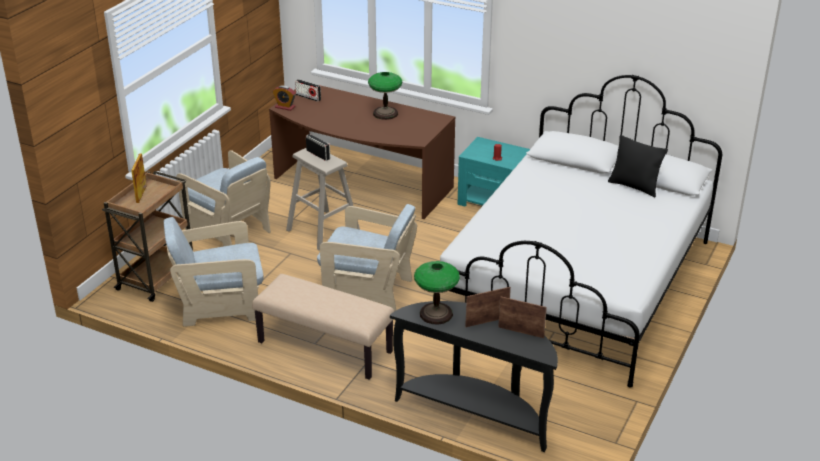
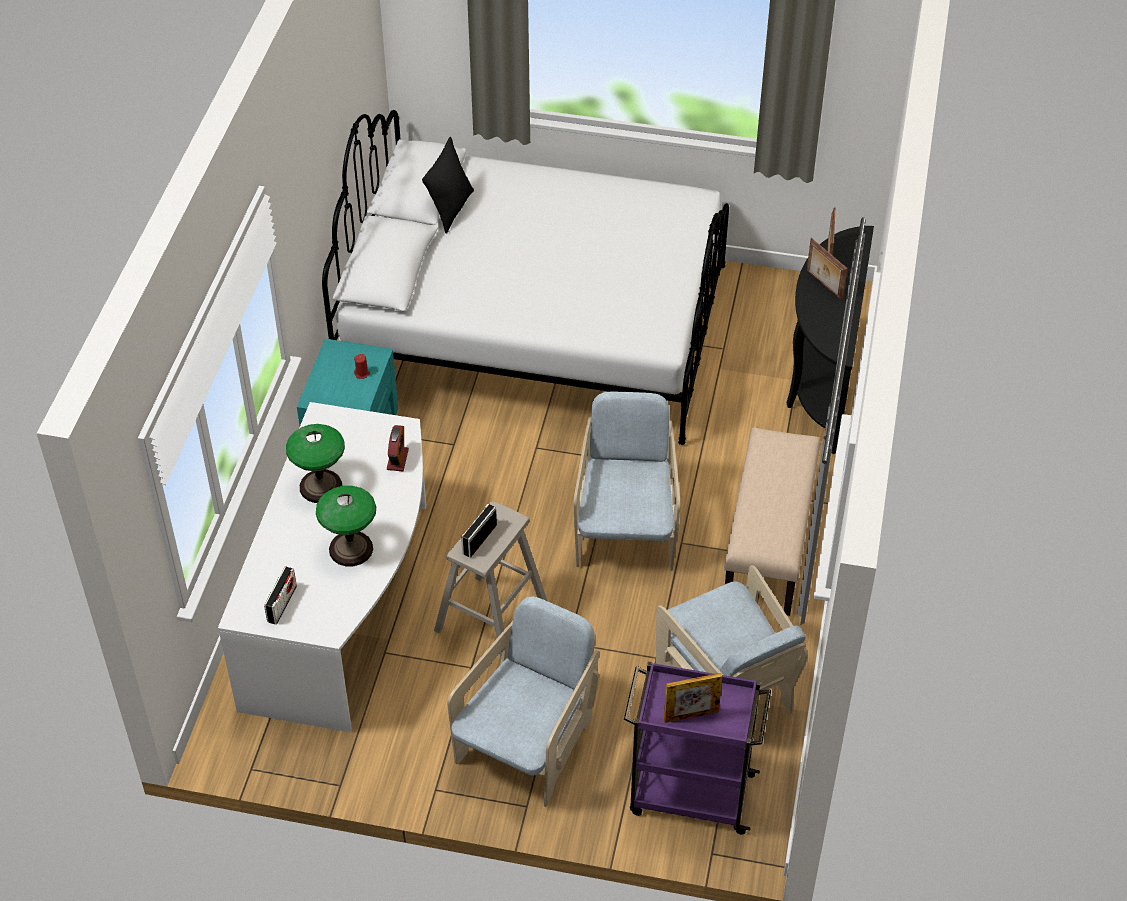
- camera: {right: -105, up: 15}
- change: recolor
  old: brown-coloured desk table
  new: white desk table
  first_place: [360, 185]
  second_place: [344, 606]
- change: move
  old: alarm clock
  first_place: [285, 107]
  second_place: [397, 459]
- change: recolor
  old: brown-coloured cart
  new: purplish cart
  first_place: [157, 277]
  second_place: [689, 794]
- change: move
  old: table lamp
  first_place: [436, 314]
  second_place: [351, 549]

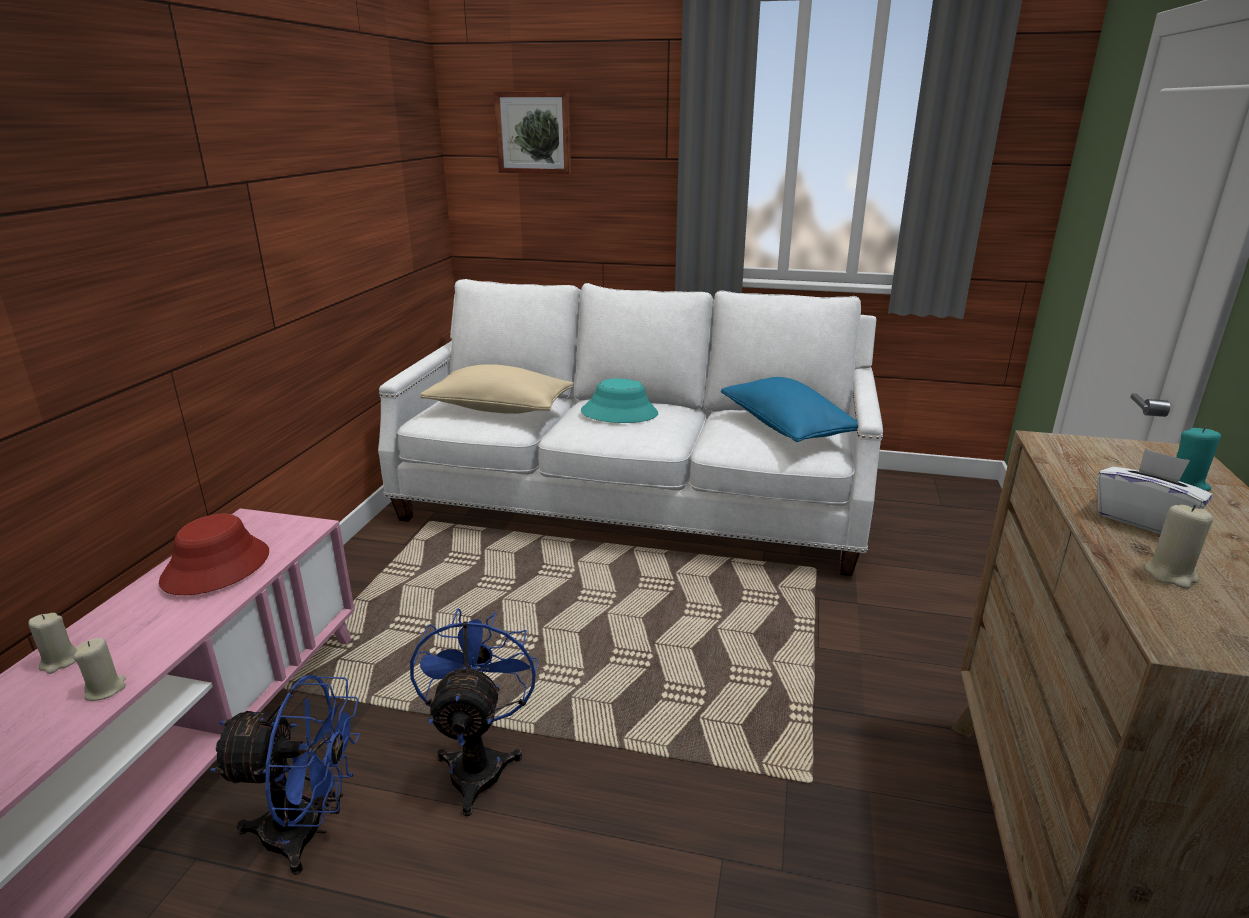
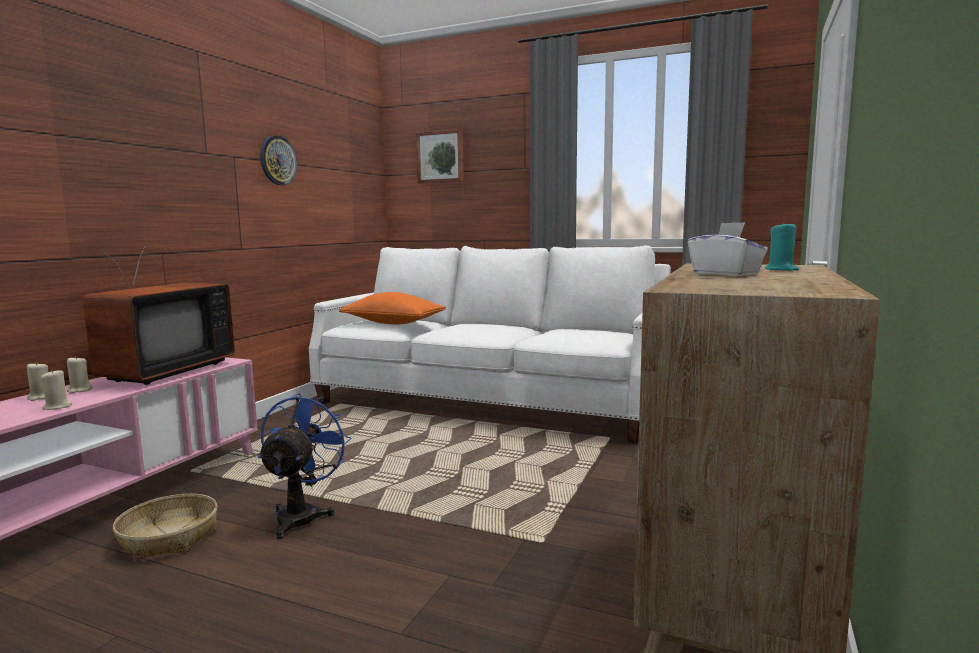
- camera: {right: 10, up: -15}
- change: recolor
  old: beige-coloured cushion
  new: orangey cushion
  first_place: [499, 409]
  second_place: [393, 323]
- change: delete
  old: blue-coloured cushion
  first_place: [786, 428]
- change: delete
  old: turquoise hat
  first_place: [619, 413]
- change: move
  old: beige-coloured wax candle
  first_place: [1171, 574]
  second_place: [79, 390]
- change: replace
  old: red-coloured hat
  new: television
  first_place: [216, 567]
  second_place: [161, 372]
- change: replace
  old: blue-coloured cooling fan
  new: household basket
  first_place: [308, 832]
  second_place: [169, 537]
- change: insert
  new: hanging clock
  second_place: [277, 160]

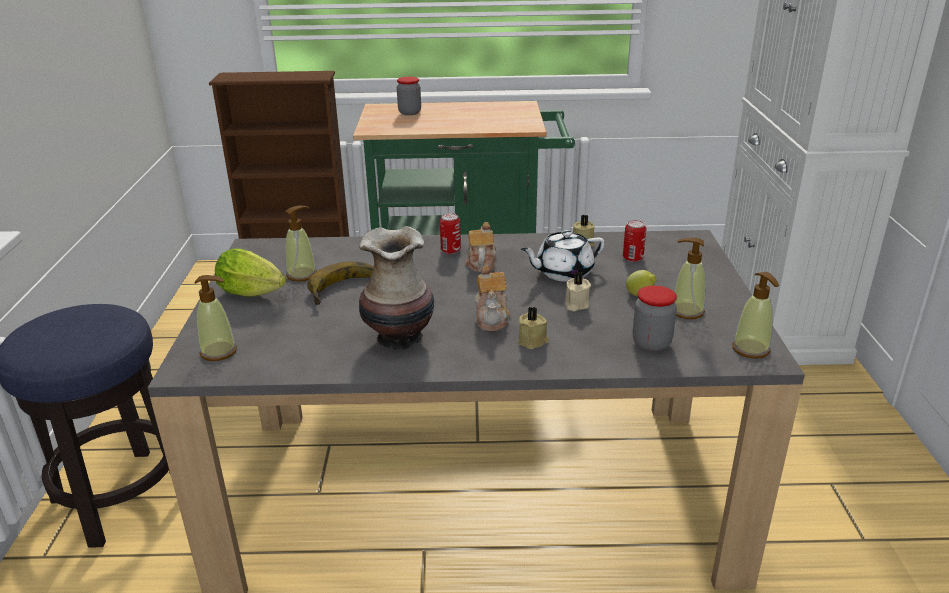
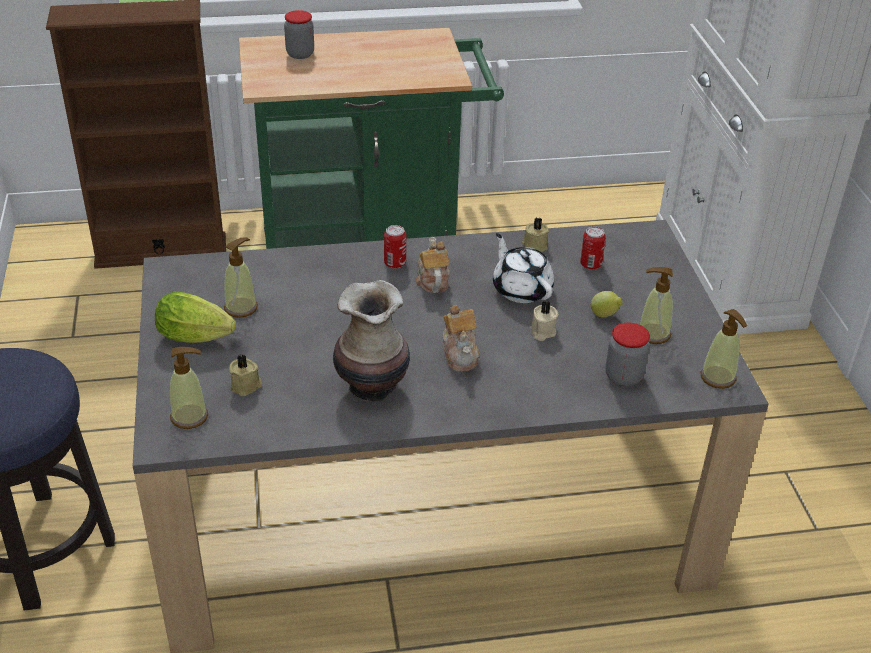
- camera: {right: -10, up: 10}
- change: rotate
  old: white teapot
  first_place: [563, 272]
  second_place: [521, 289]
  degrees: 90
- change: delete
  old: banana fruit
  first_place: [346, 289]
- change: move
  old: beige-coloured wax candle
  first_place: [533, 341]
  second_place: [246, 386]

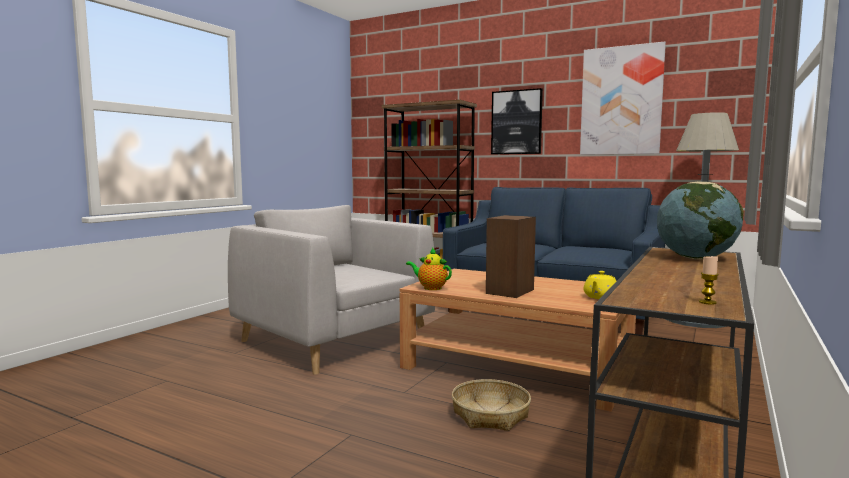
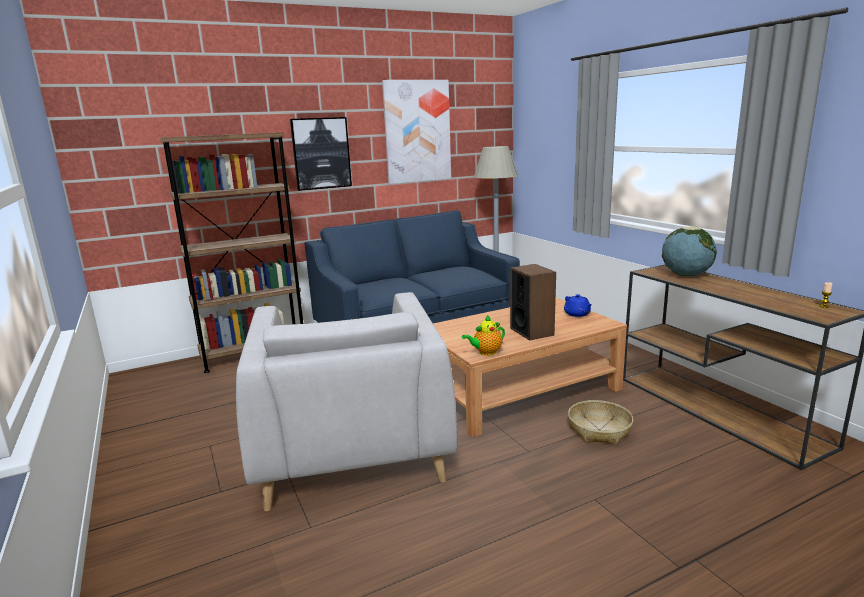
- camera: {right: -55, up: 10}
- change: rotate
  old: greyish armchair
  first_place: [334, 339]
  second_place: [352, 450]
  degrees: -90
- change: recolor
  old: yellow-coloured teapot
  new: blue-coloured teapot
  first_place: [600, 297]
  second_place: [577, 314]

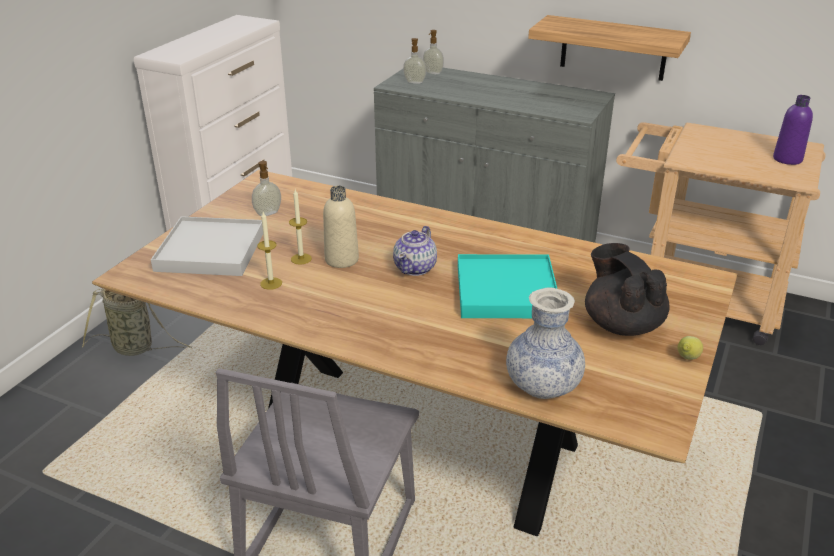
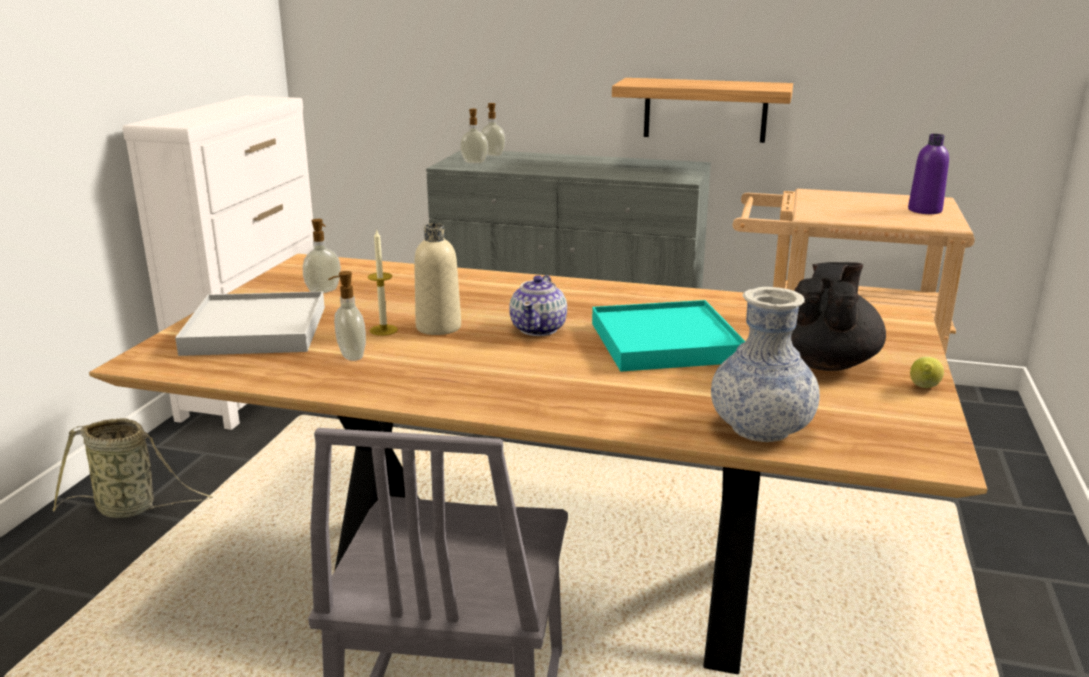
- camera: {right: -10, up: -10}
- change: replace
  old: wax candle
  new: soap dispenser
  first_place: [271, 283]
  second_place: [350, 356]
- change: rotate
  old: black teapot
  first_place: [622, 324]
  second_place: [825, 362]
  degrees: 60

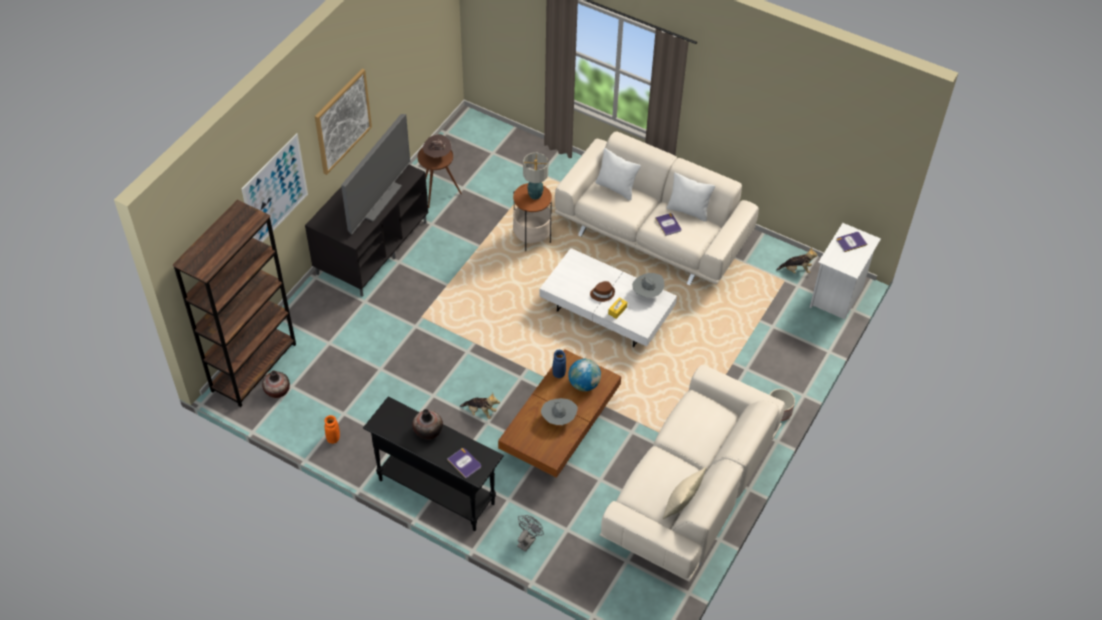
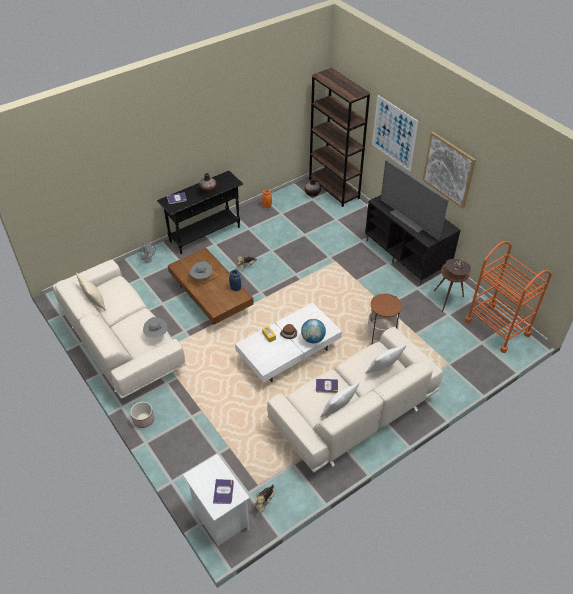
- camera: {right: 115, up: -5}
- change: delete
  old: table lamp
  first_place: [535, 195]
- change: move
  old: greyish hat
  first_place: [647, 293]
  second_place: [156, 334]
- change: move
  old: desk globe
  first_place: [584, 384]
  second_place: [313, 339]
- change: insert
  new: orangey cart
  second_place: [497, 327]

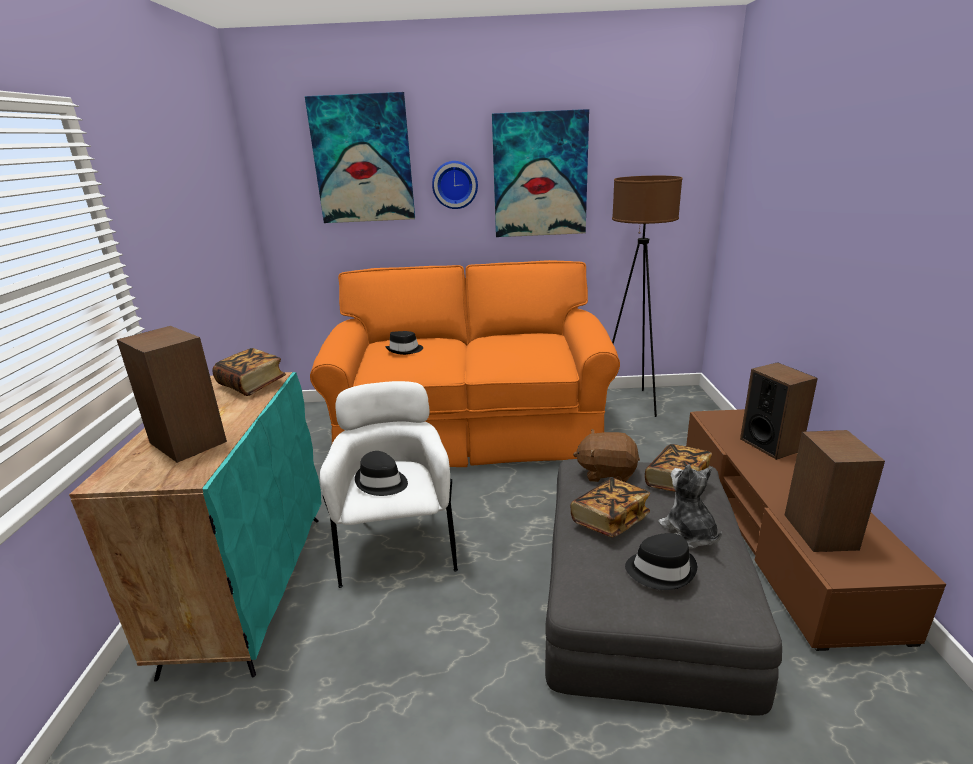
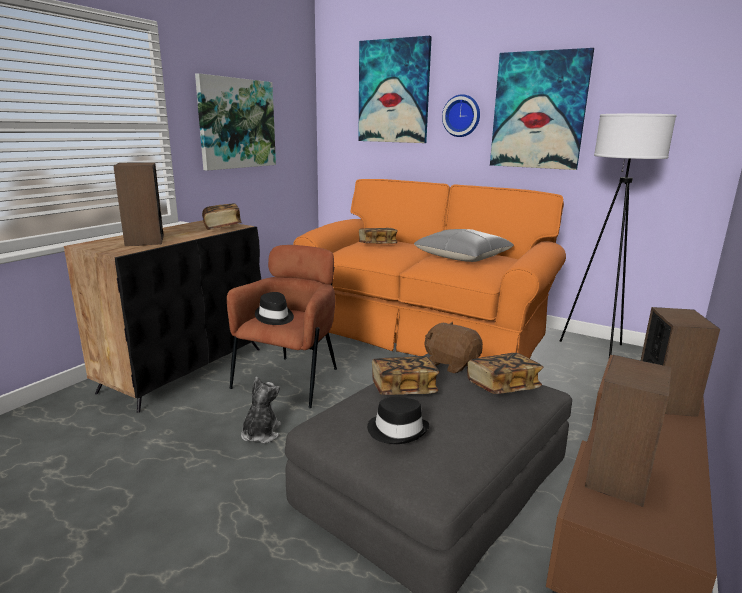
- camera: {right: 30, up: -5}
- change: recolor
  old: brown-coloured standing lamp
  new: white standing lamp
  first_place: [632, 403]
  second_place: [596, 351]
- change: replace
  old: black hat
  new: bound book
  first_place: [405, 350]
  second_place: [377, 245]
- change: recolor
  old: turquoise cabinet
  new: black cabinet
  first_place: [250, 586]
  second_place: [185, 369]
- change: recolor
  old: white armchair
  new: brown-coloured armchair
  first_place: [398, 545]
  second_place: [290, 380]
- change: move
  old: cuddly toy
  first_place: [688, 534]
  second_place: [260, 433]
- change: insert
  new: picture
  second_place: [237, 123]
- change: insert
  new: greyish cushion
  second_place: [462, 257]

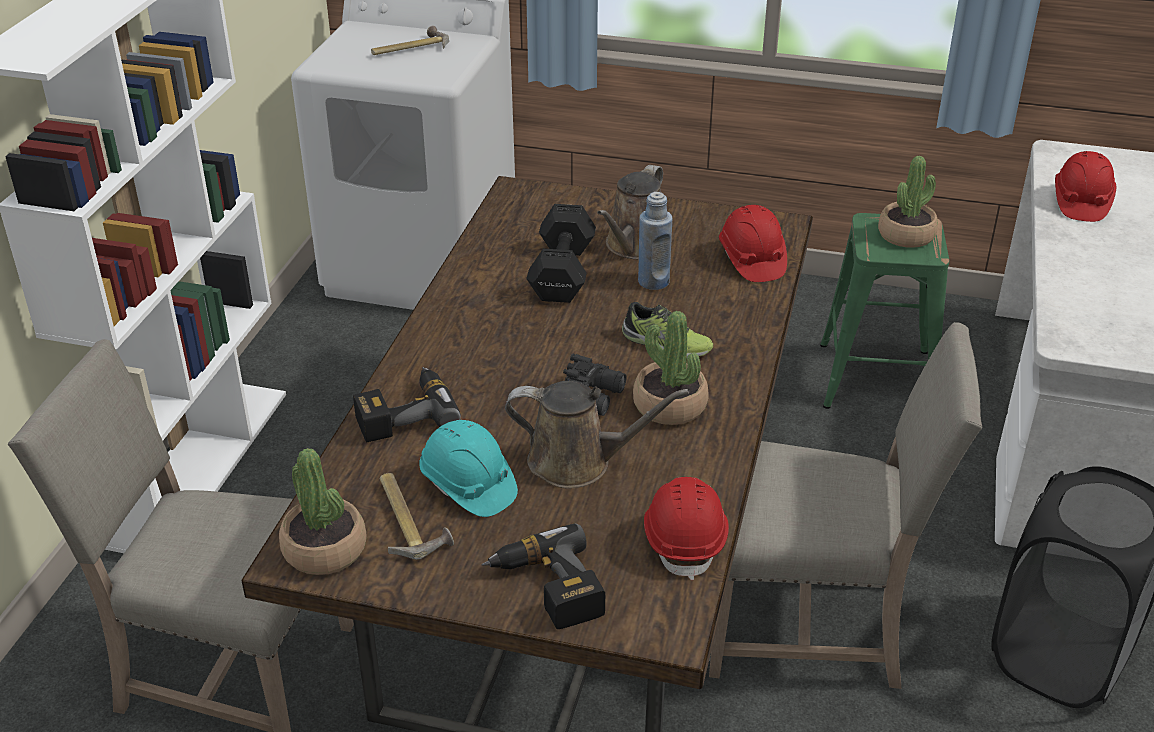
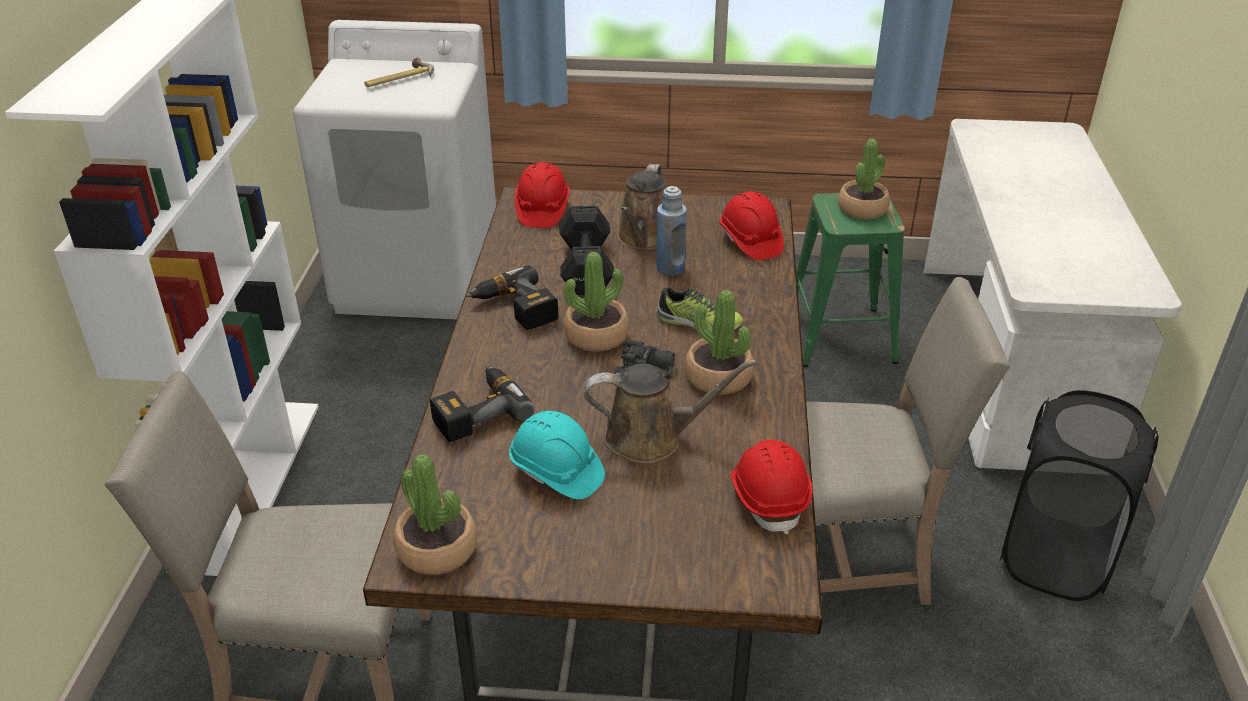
- camera: {right: -10, up: 0}
- change: move
  old: red-coloured work helmet
  first_place: [1080, 202]
  second_place: [542, 210]
- change: delete
  old: tool hammer
  first_place: [409, 519]
- change: move
  old: electric drill
  first_place: [547, 589]
  second_place: [514, 309]
- change: insert
  new: plant in a pot
  second_place: [596, 335]

